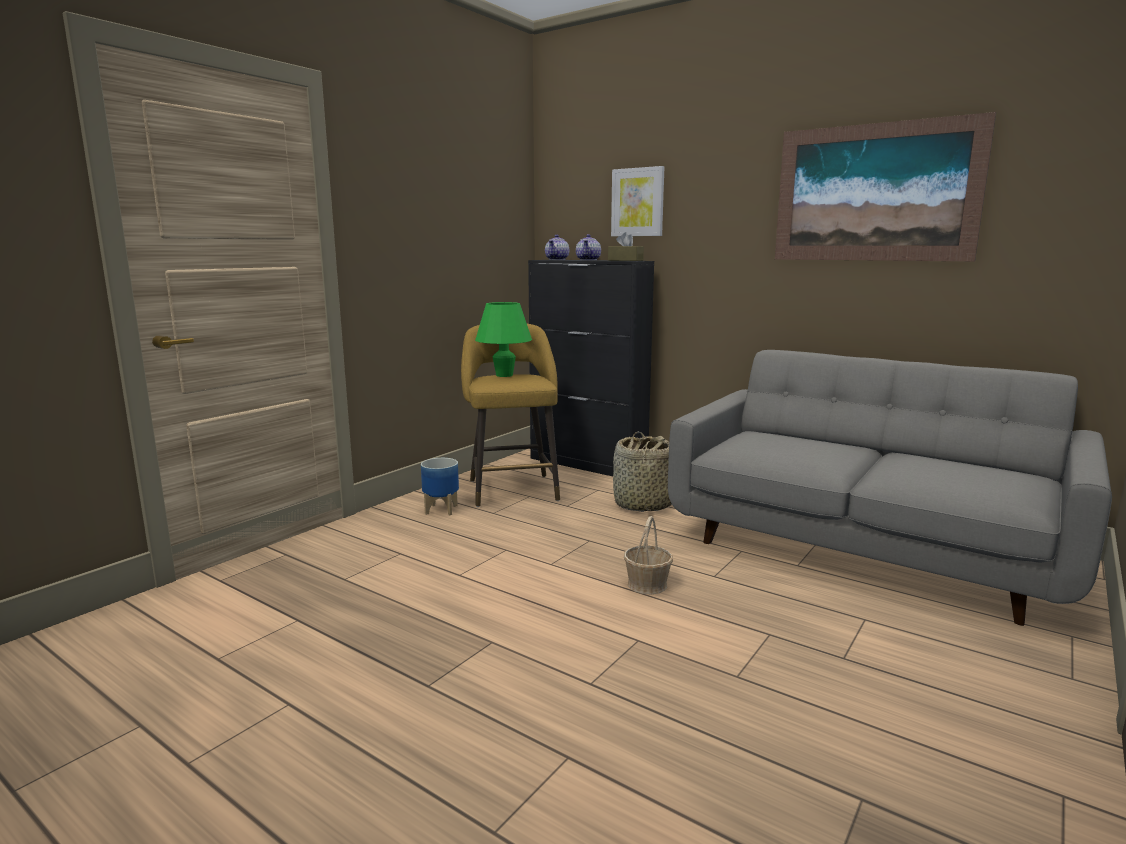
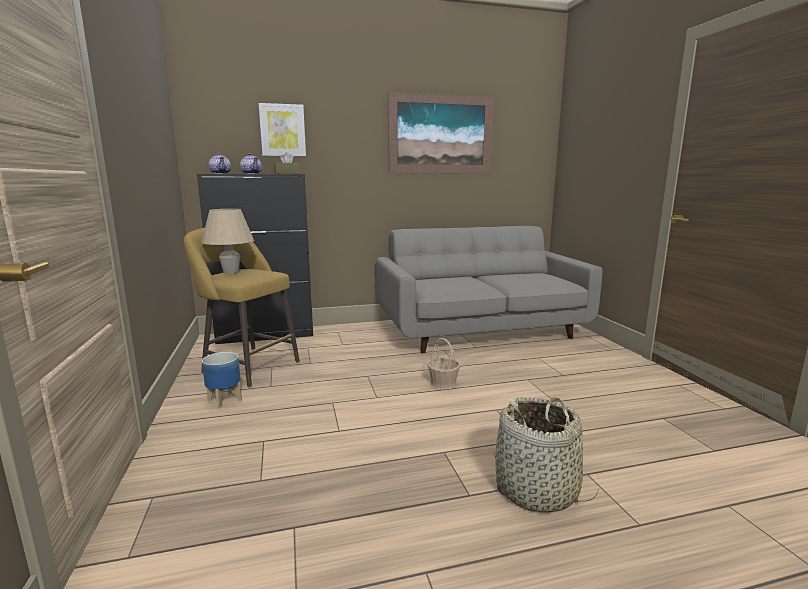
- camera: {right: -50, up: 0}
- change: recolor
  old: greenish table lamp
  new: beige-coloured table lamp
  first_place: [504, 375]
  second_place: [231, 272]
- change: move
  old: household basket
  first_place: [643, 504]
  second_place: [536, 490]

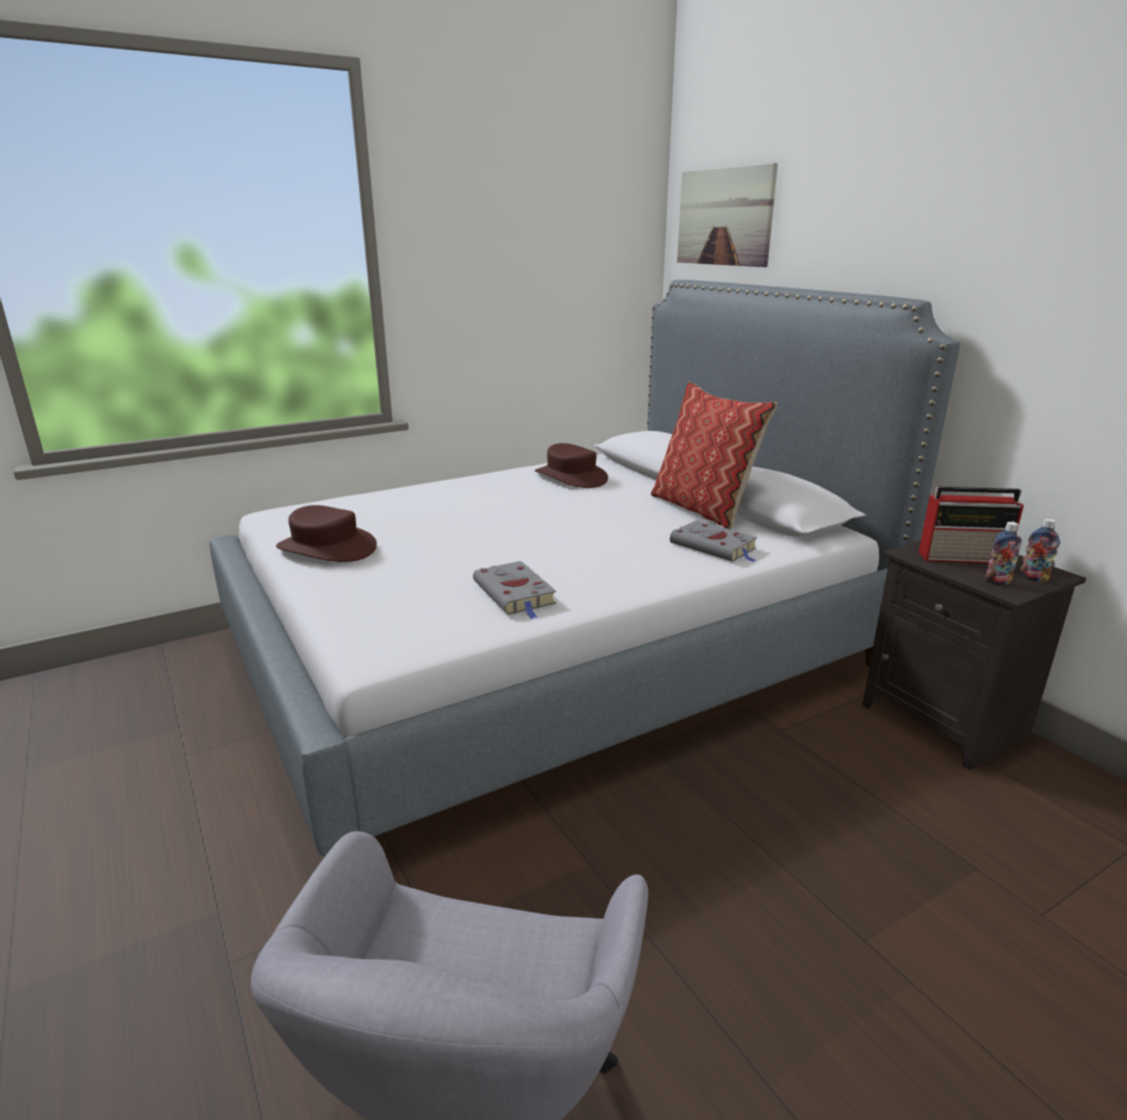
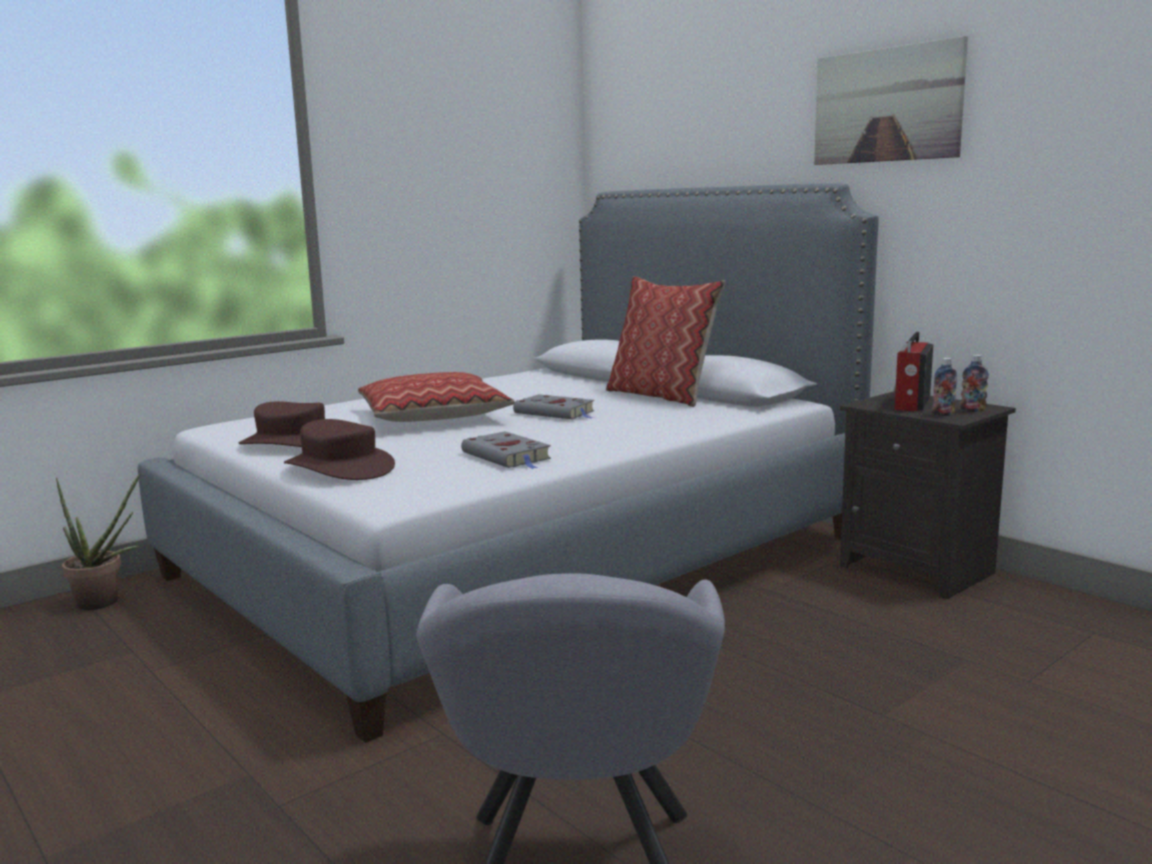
- camera: {right: -10, up: -10}
- change: move
  old: picture
  first_place: [724, 217]
  second_place: [886, 105]
- change: move
  old: brown-coloured hat
  first_place: [571, 477]
  second_place: [340, 467]
- change: rotate
  old: radio receiver
  first_place: [964, 557]
  second_place: [911, 403]
  degrees: 120
- change: move
  old: greyish bound book
  first_place: [715, 547]
  second_place: [556, 412]
- change: insert
  new: cushion
  second_place: [434, 416]
- change: insert
  new: plant in a pot
  second_place: [105, 603]

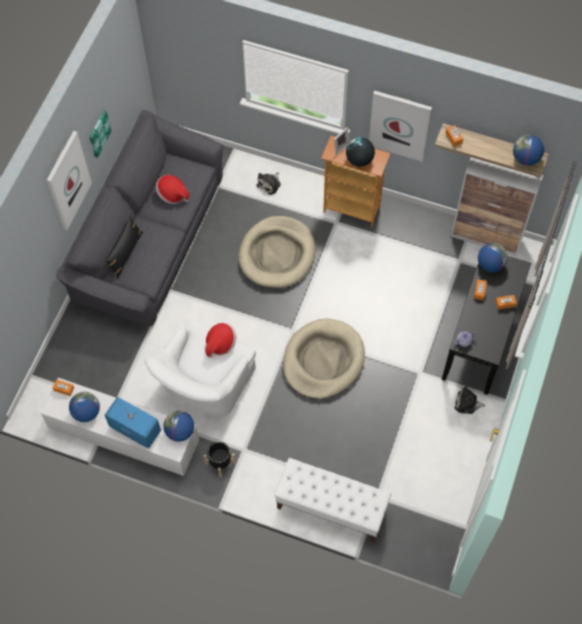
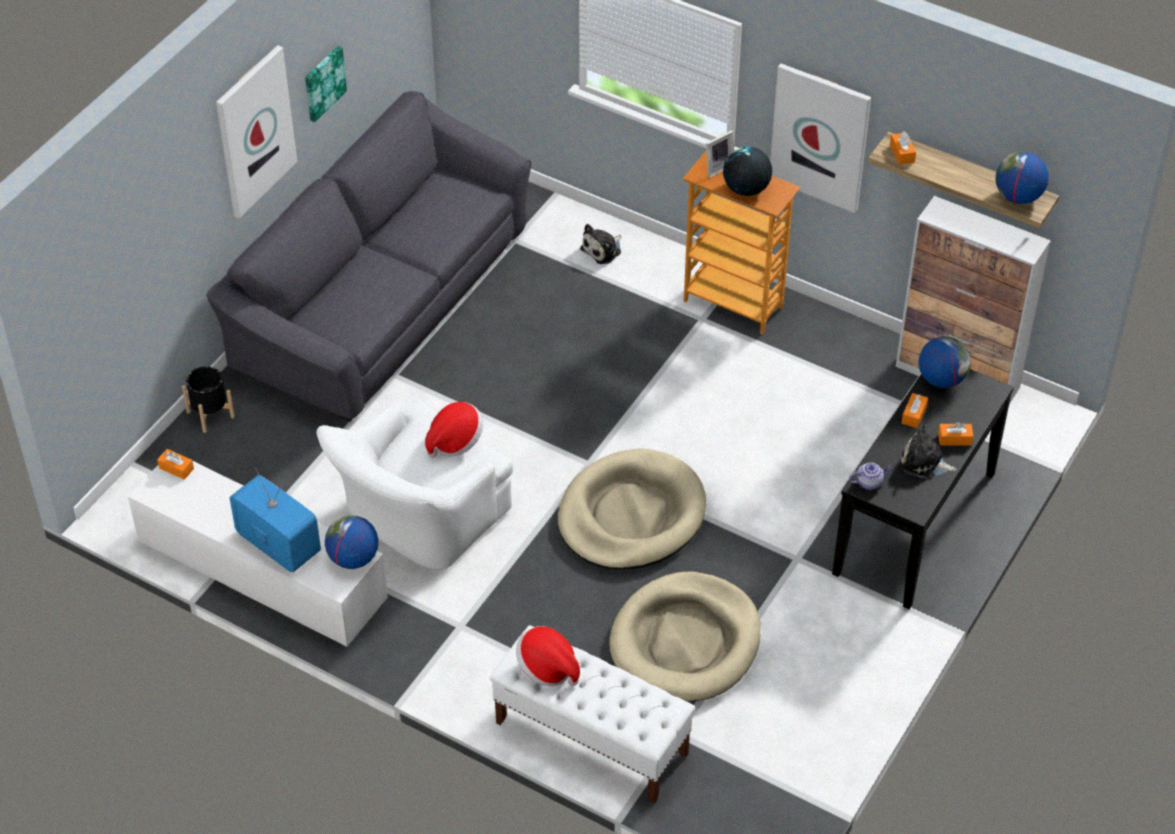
- camera: {right: 10, up: -15}
- change: move
  old: hat
  first_place: [172, 194]
  second_place: [547, 668]
- change: delete
  old: black cushion
  first_place: [125, 253]
- change: move
  old: beige-coloured dog cushion
  first_place: [277, 254]
  second_place: [685, 642]
- change: move
  old: cuddly toy
  first_place: [467, 403]
  second_place: [924, 462]
- change: delete
  old: desk globe
  first_place: [86, 412]
- change: move
  old: black plant pot
  first_place: [220, 463]
  second_place: [210, 414]

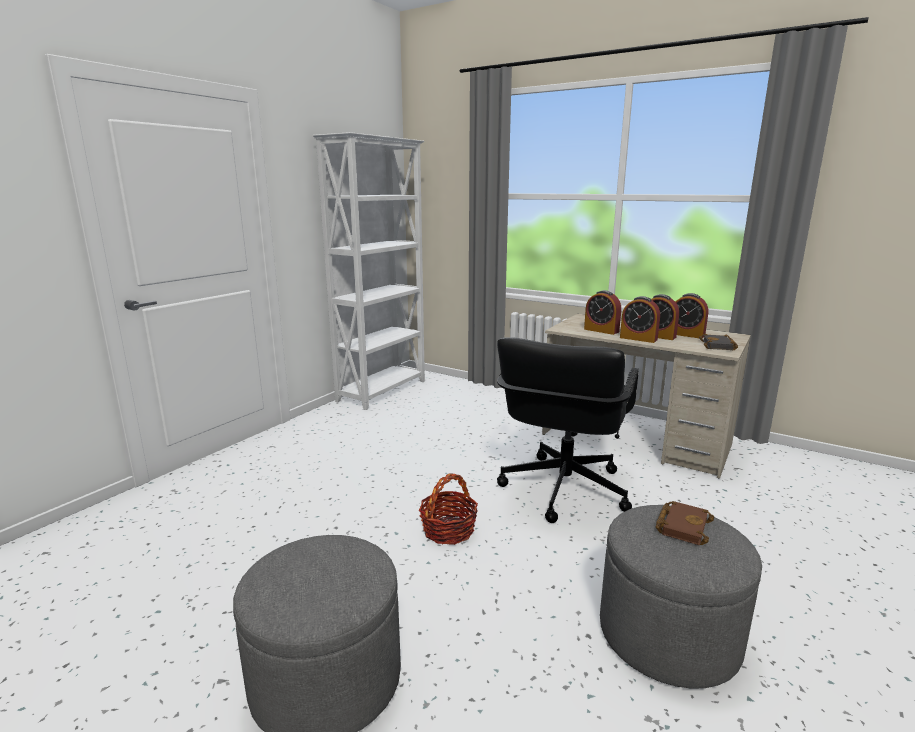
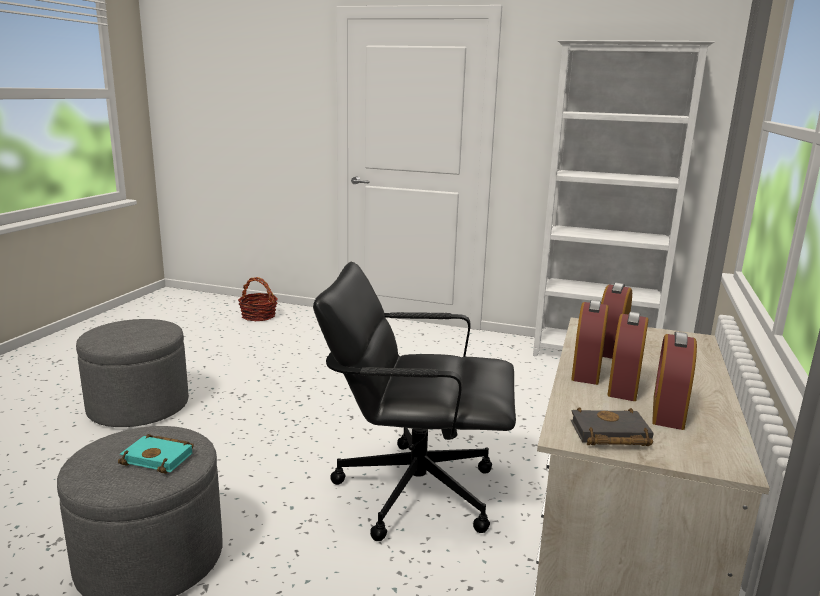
- camera: {right: 75, up: 0}
- change: move
  old: household basket
  first_place: [448, 530]
  second_place: [258, 316]
- change: recolor
  old: brown-coloured bound book
  new: turquoise bound book
  first_place: [682, 525]
  second_place: [160, 457]

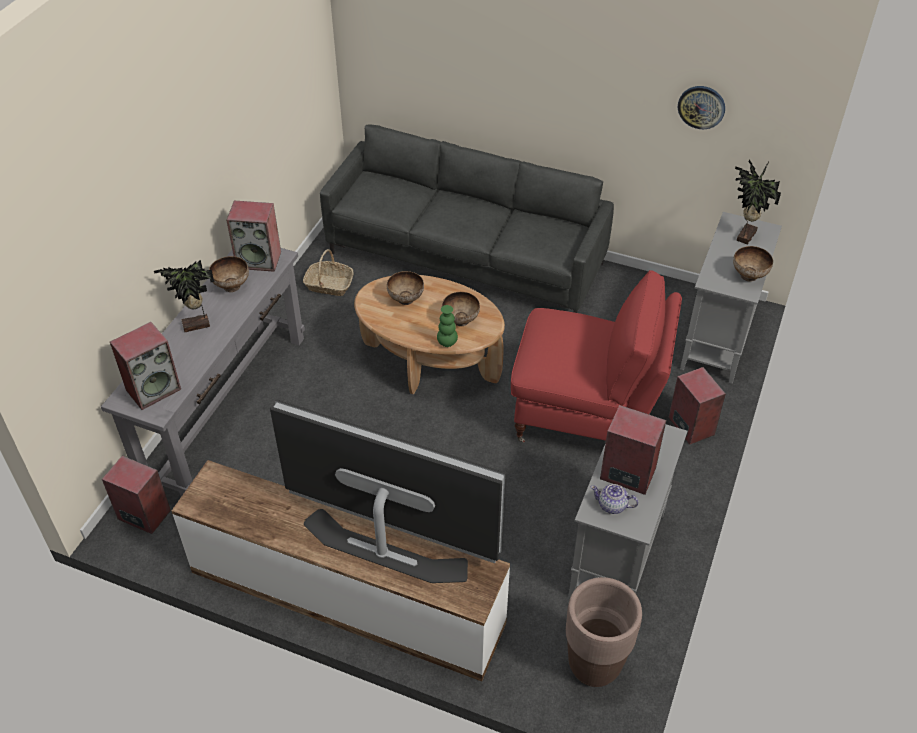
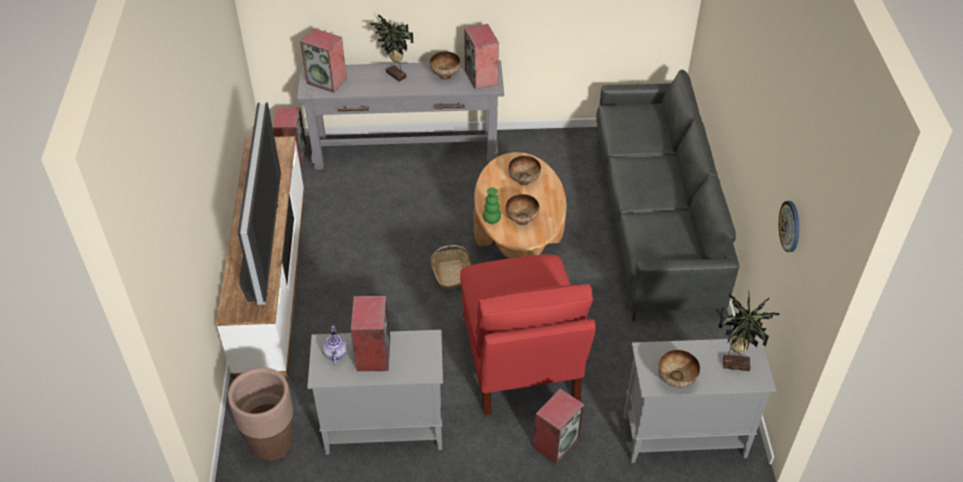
- camera: {right: 65, up: 0}
- change: move
  old: household basket
  first_place: [329, 285]
  second_place: [451, 274]

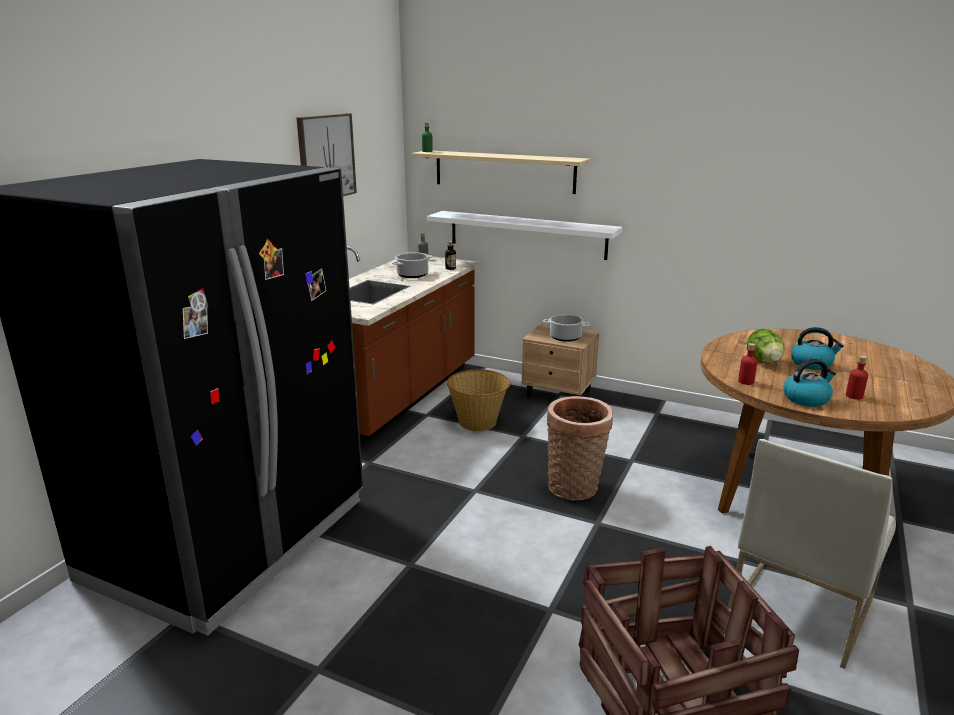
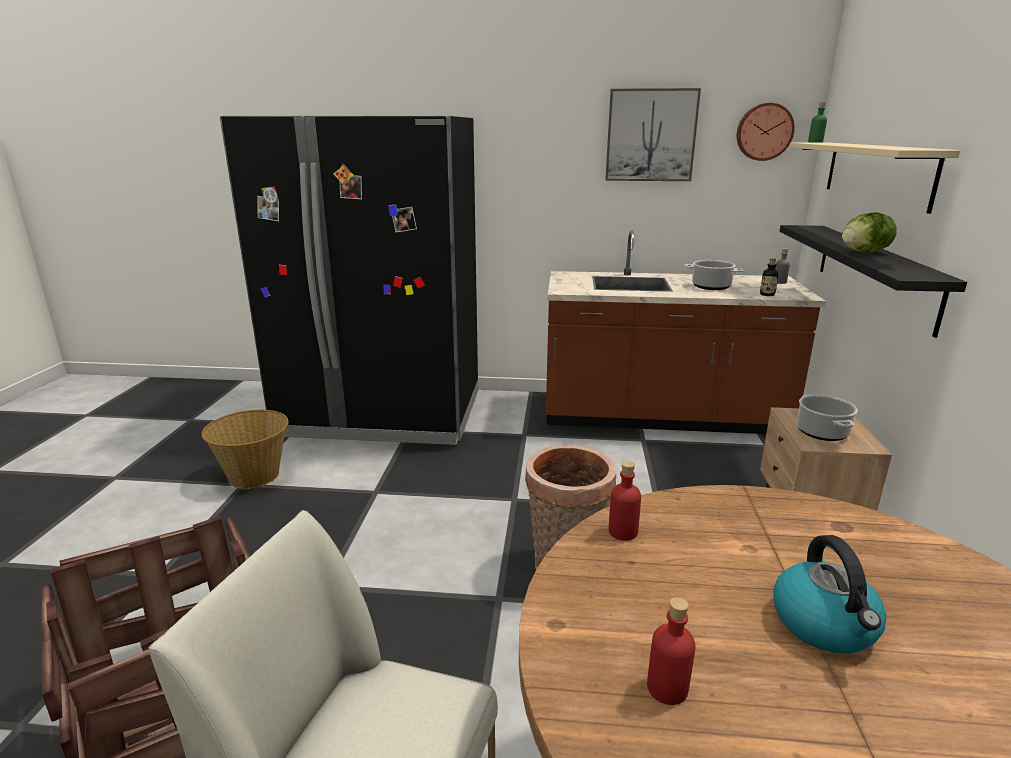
- camera: {right: 70, up: 0}
- change: recolor
  old: white wall shelf
  new: black wall shelf
  first_place: [526, 234]
  second_place: [873, 273]
- change: move
  old: head of lettuce
  first_place: [764, 361]
  second_place: [863, 252]
- change: delete
  old: kettle
  first_place: [806, 399]
- change: move
  old: household basket
  first_place: [478, 422]
  second_place: [254, 476]
- change: insert
  new: hanging clock
  second_place: [764, 132]

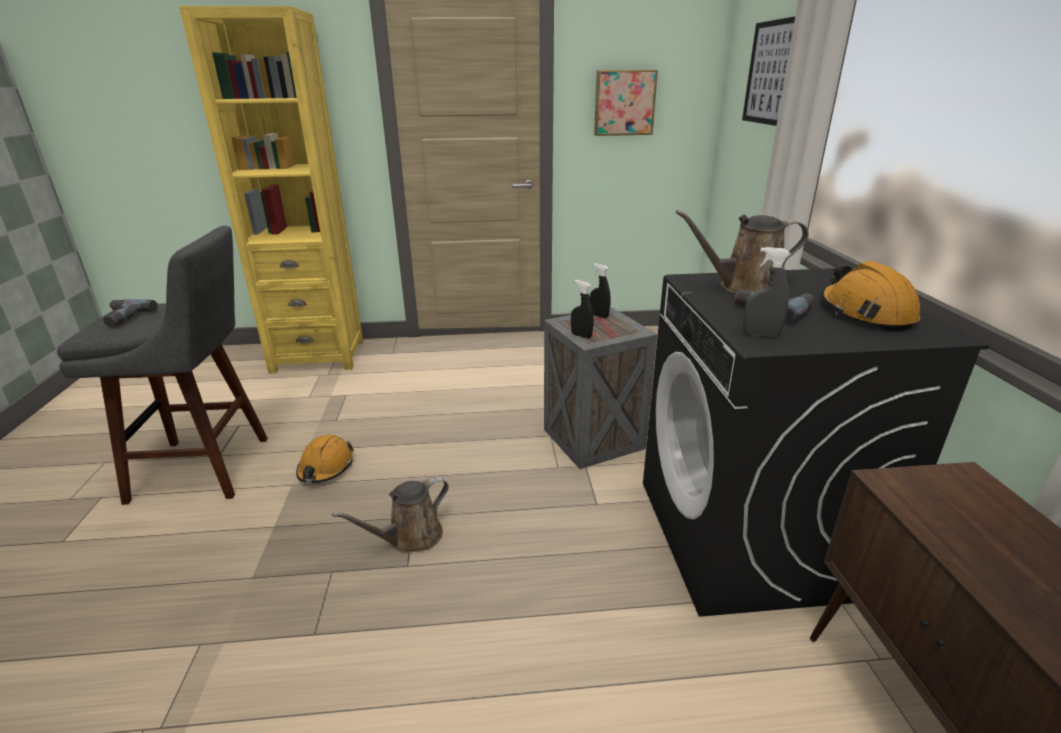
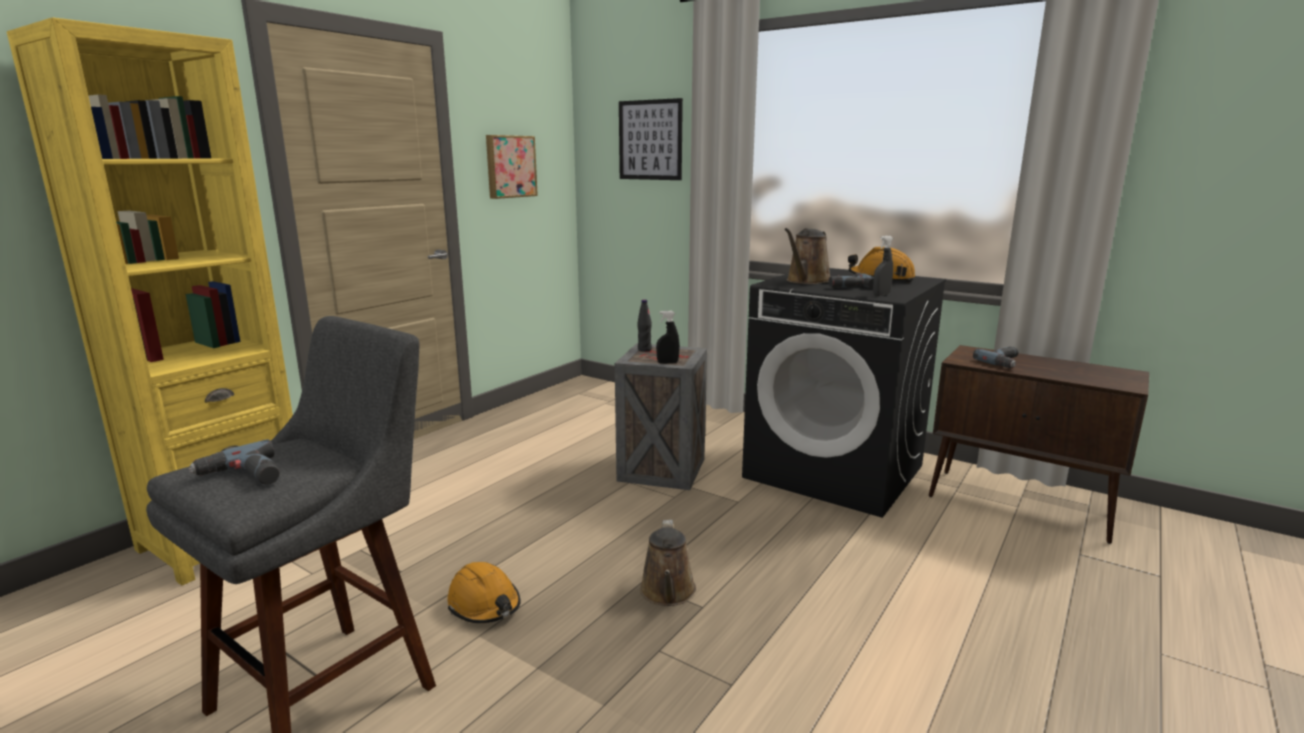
- camera: {right: -50, up: -10}
- change: replace
  old: black hand sprayer
  new: black bottle
  first_place: [599, 315]
  second_place: [644, 349]
- change: insert
  new: electric drill
  second_place: [1005, 362]

